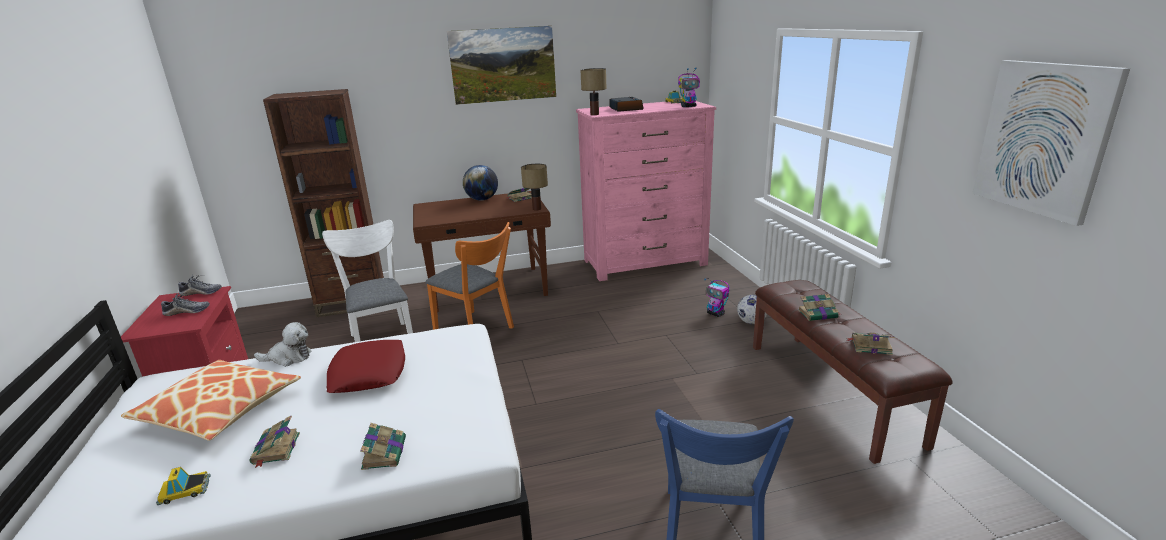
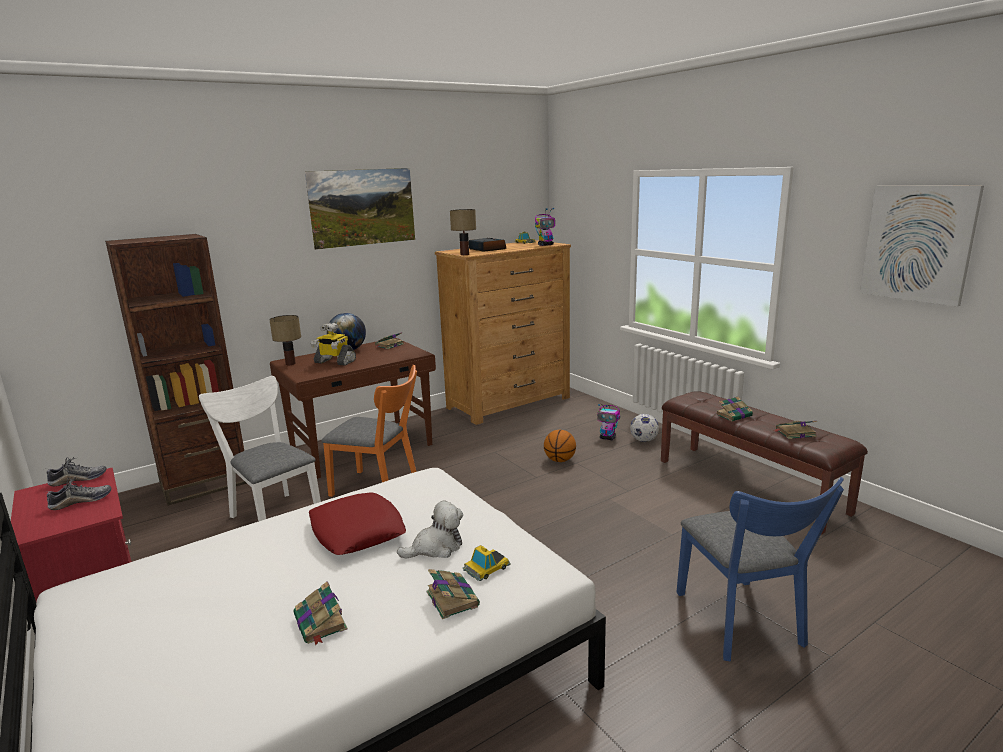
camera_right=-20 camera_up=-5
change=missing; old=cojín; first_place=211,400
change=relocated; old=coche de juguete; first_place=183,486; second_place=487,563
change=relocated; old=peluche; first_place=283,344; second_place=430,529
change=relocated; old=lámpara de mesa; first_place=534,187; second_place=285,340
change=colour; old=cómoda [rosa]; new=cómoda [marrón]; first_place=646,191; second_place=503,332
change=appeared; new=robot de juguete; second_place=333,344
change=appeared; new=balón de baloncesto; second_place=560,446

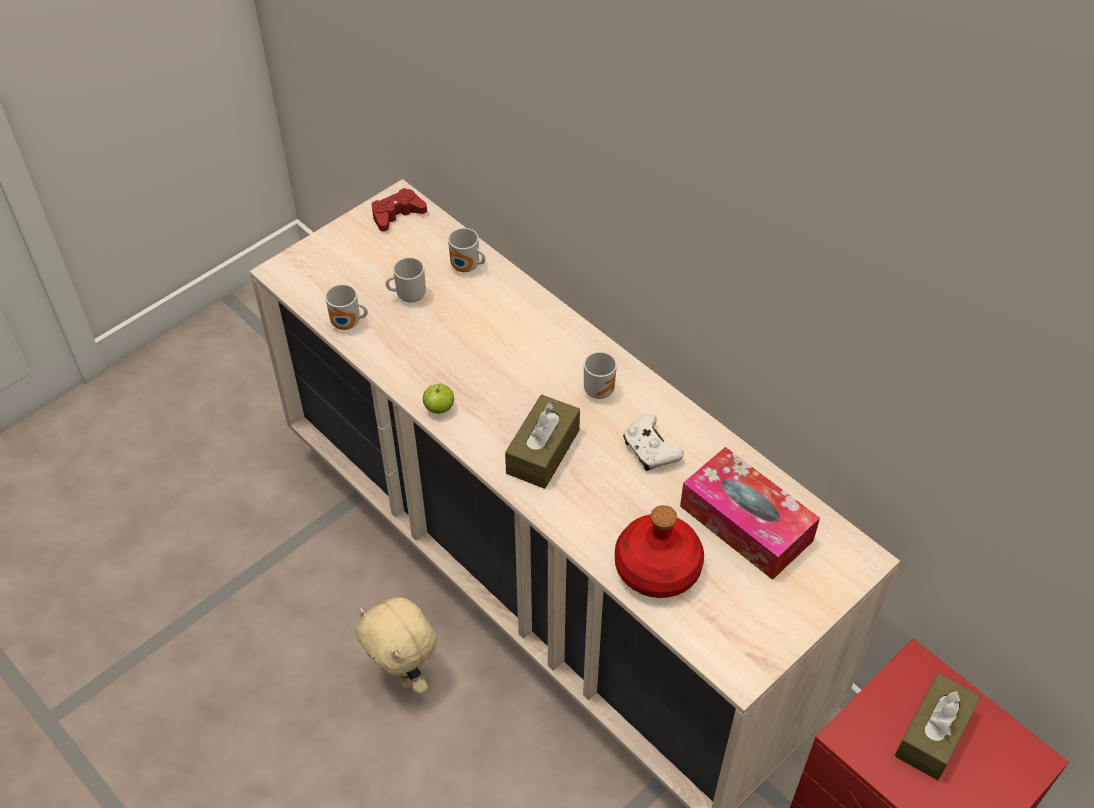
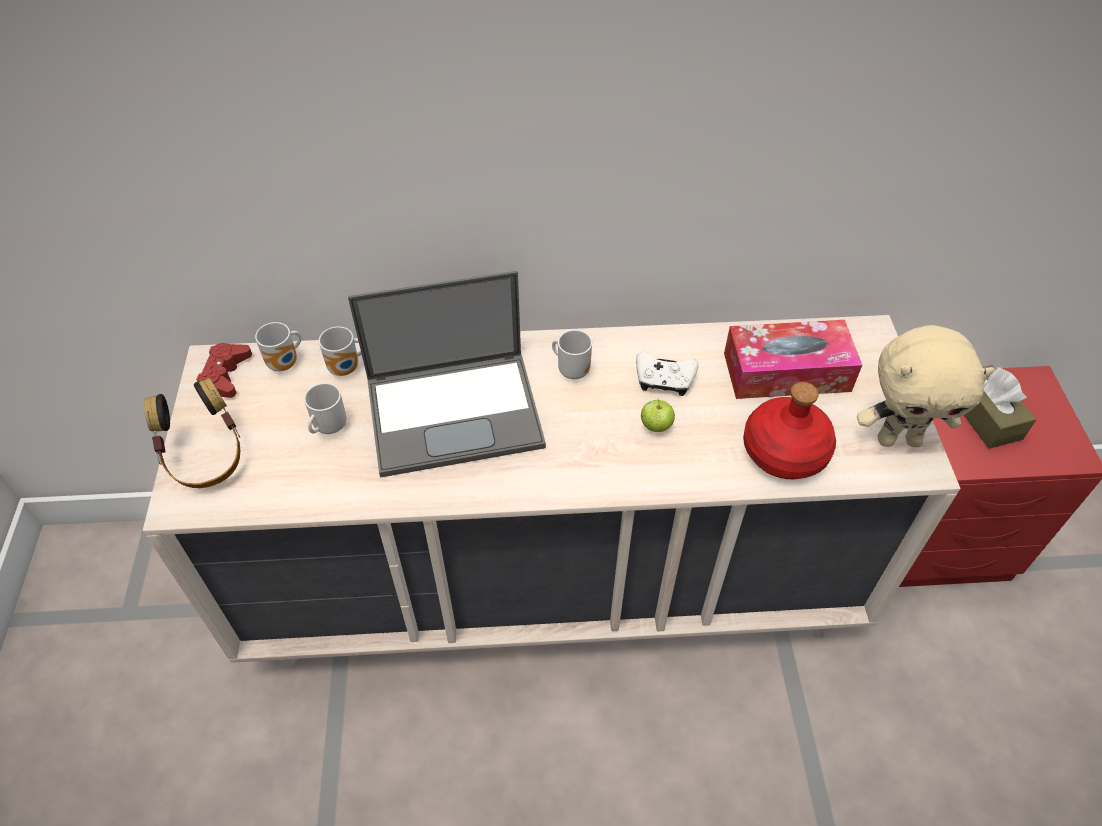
camera_right=-50 camera_up=0
change=relocated; old=taza grande; first_place=346,307; second_place=278,346
change=relocated; old=peluche [beis]; first_place=396,645; second_place=926,386
change=relocated; old=manzana; first_place=438,399; second_place=658,415
change=missing; old=caja de pañuelos [marrón]; first_place=542,442
change=appeared; new=auriculares; second_place=192,433
change=appeared; new=portátil; second_place=447,374

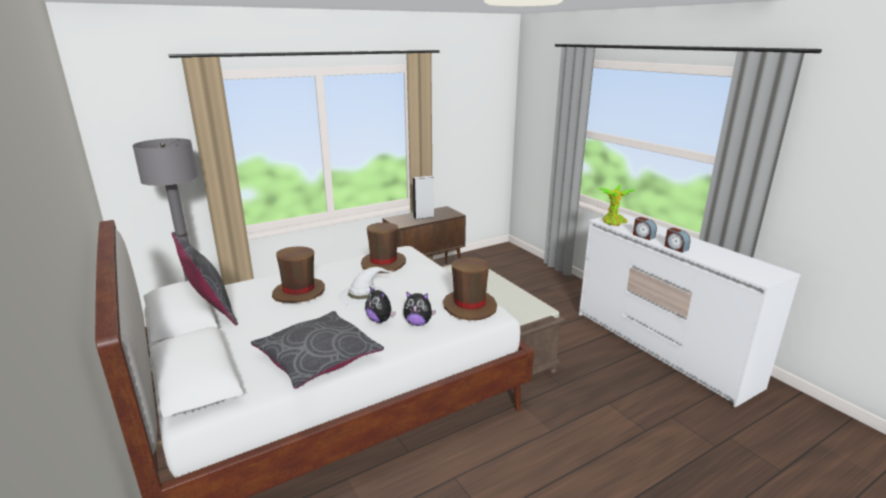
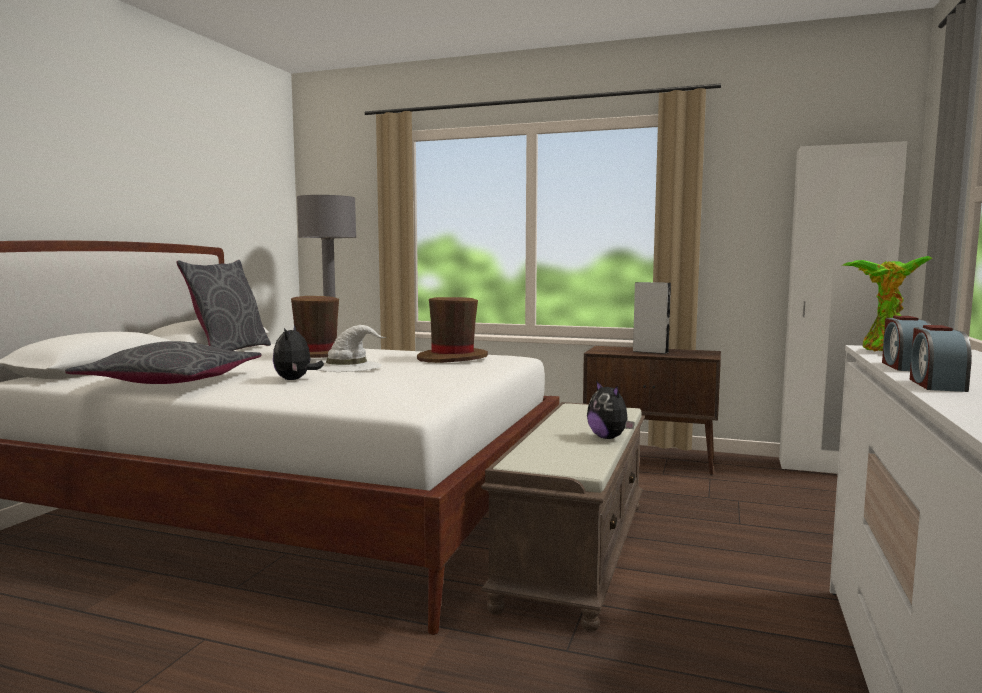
camera_right=50 camera_up=-15
change=relocated; old=peluche; first_place=419,308; second_place=611,409
change=missing; old=sombrero [marrón]; first_place=470,288
change=appeared; new=armario ropero [blanco]; second_place=843,307

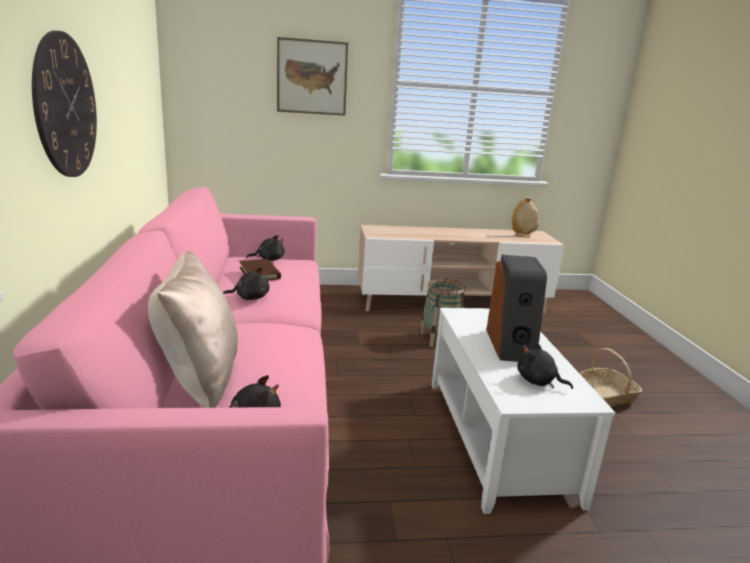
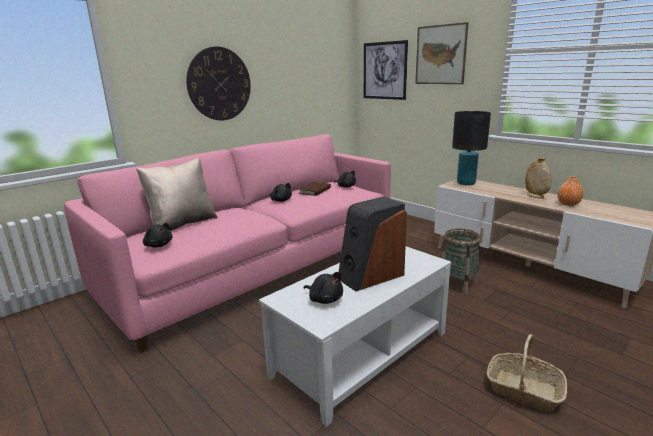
camera_right=55 camera_up=0
change=relocated; old=florero [beis]; first_place=525,217; second_place=538,177
change=spun; old=peluche [negro]; first_place=545,365; second_place=323,288; degrees=135
change=appeared; new=cuadro; second_place=386,70
change=appeared; new=lámpara de mesa [negro]; second_place=471,148
change=appeared; new=florero [naranja]; second_place=570,191

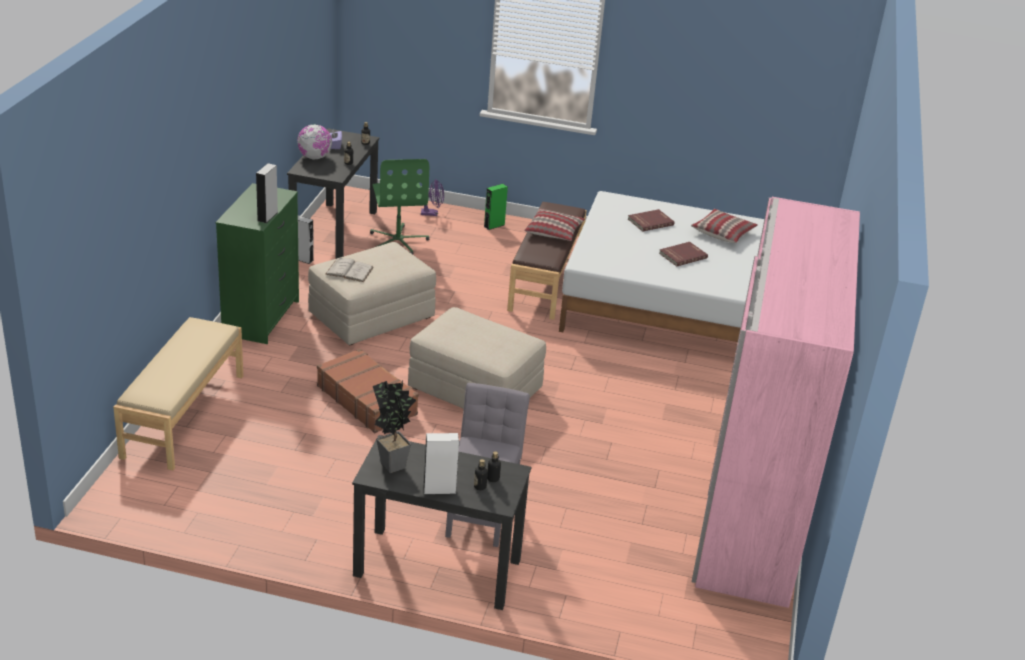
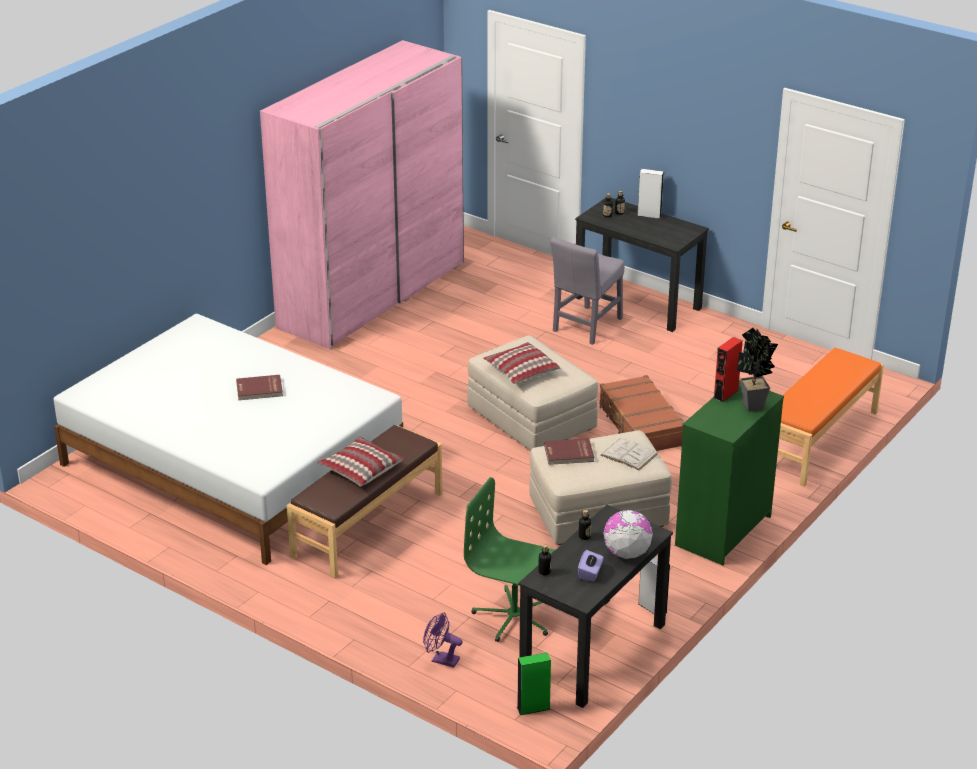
camera_right=-155 camera_up=0
change=colour; old=banco [beis]; new=banco [naranja]; first_place=178,393; second_place=831,417
change=colour; old=altavoz [gris]; new=altavoz [rojo]; first_place=267,193; second_place=728,369
change=spun; old=silla de oficina [verde]; first_place=399,206; second_place=509,559; degrees=-75
change=relocated; old=planta en maceta; first_place=394,426; second_place=757,370
change=relocated; old=altavoz [verde]; first_place=496,207; second_place=534,684
change=relocated; old=libro [rojo]; first_place=651,220; second_place=569,451
change=relocated; old=cojín; first_place=724,226; second_place=521,363

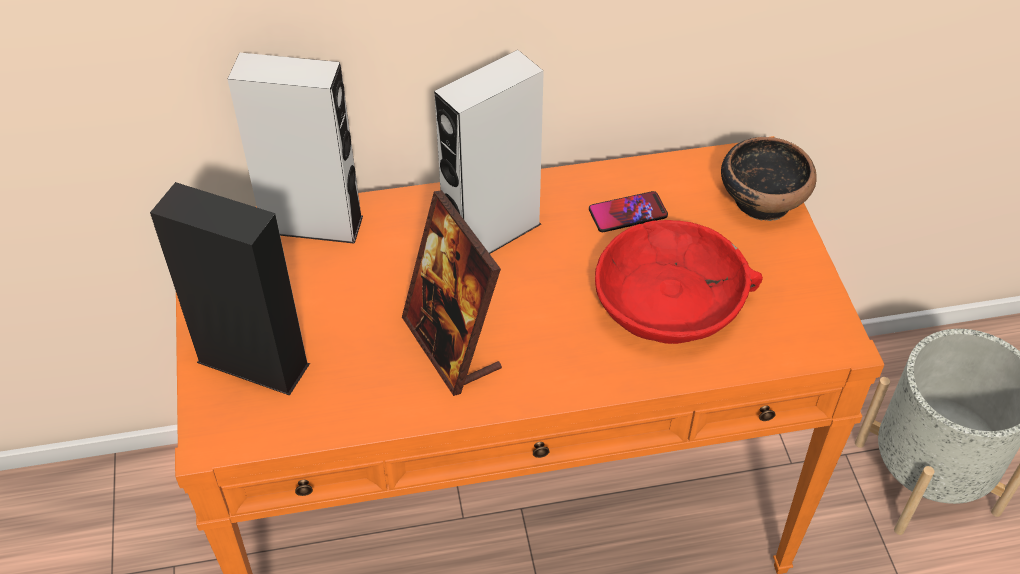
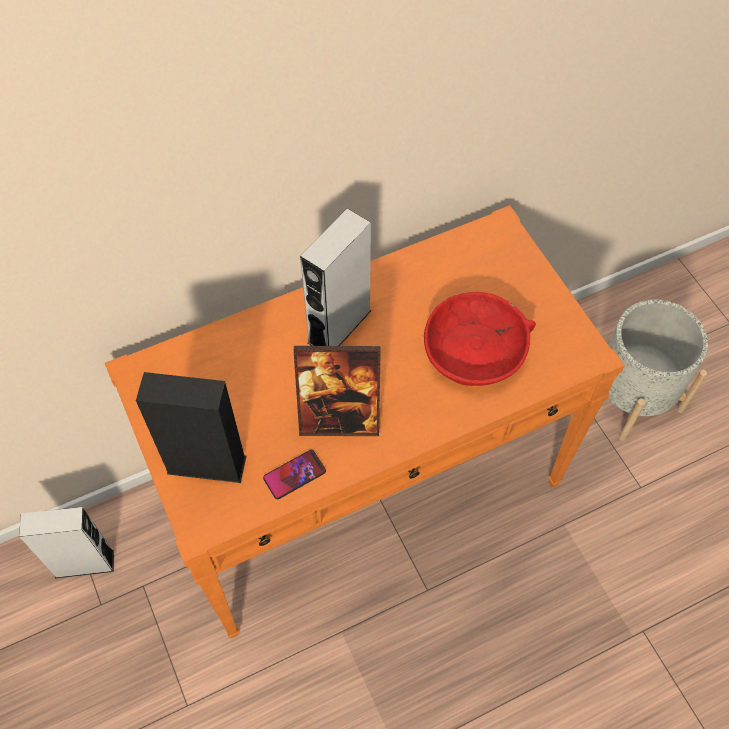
camera_right=-15 camera_up=10
change=relocated; old=altavoz [gris]; first_place=295,148; second_place=66,542
change=spun; old=portarretratos; first_place=452,293; second_place=337,391; degrees=-45
change=relocated; old=móvil; first_place=628,211; second_place=294,474
change=missing; old=cuenco; first_place=769,179

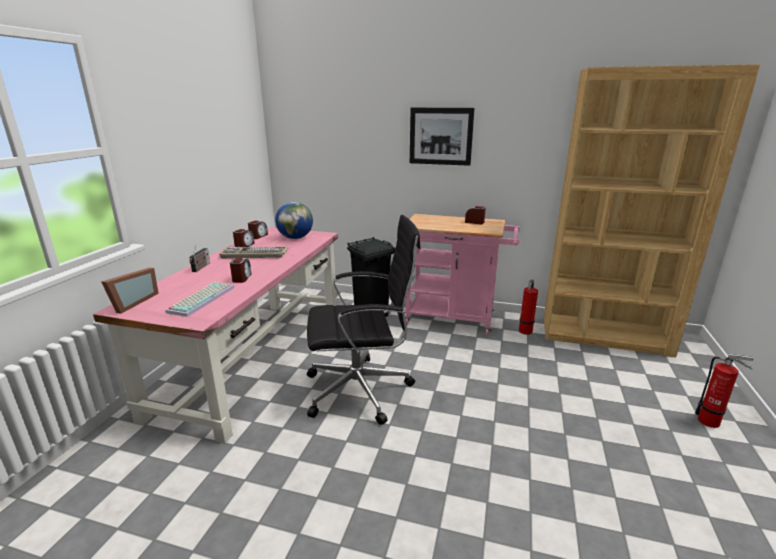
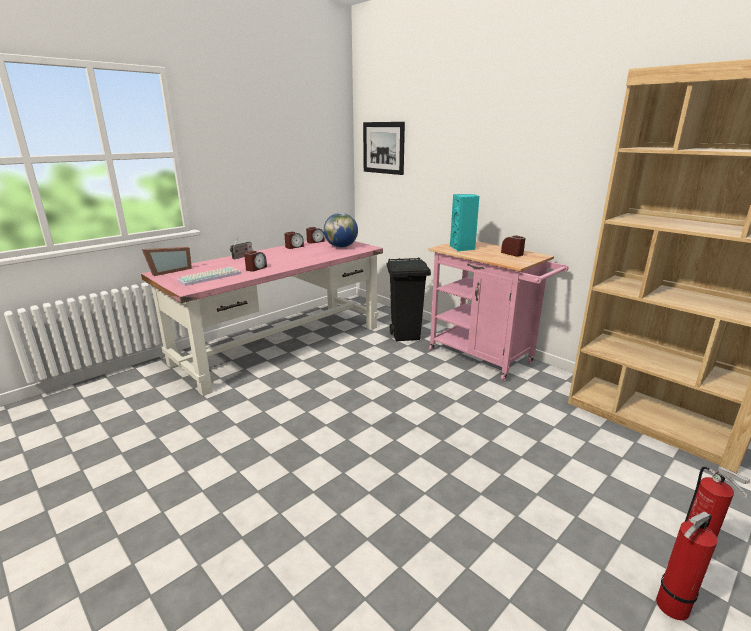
camera_right=30 camera_up=0
change=missing; old=teclado; first_place=253,252
change=missing; old=silla de oficina [negro]; first_place=363,320
change=relocated; old=cuadro; first_place=442,137; second_place=384,148
change=relocated; old=extintor; first_place=528,307; second_place=687,565
change=appeared; new=altavoz [turquesa]; second_place=465,223

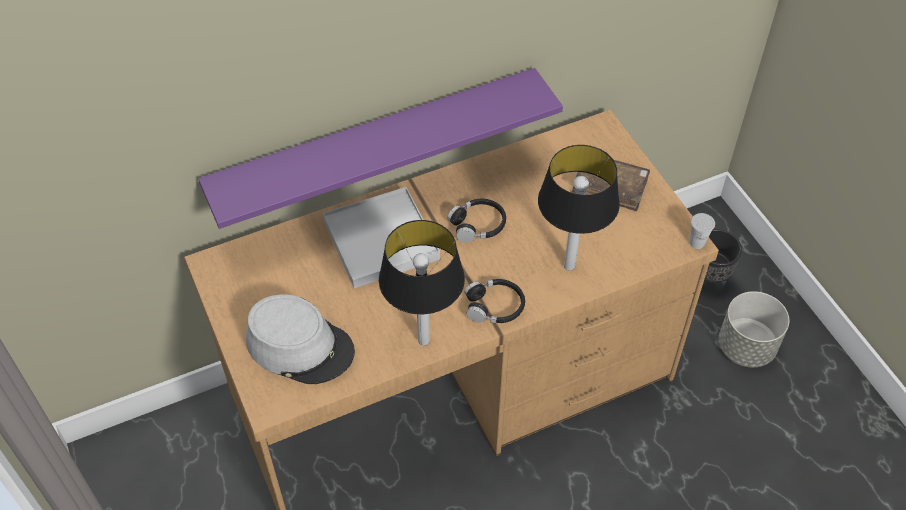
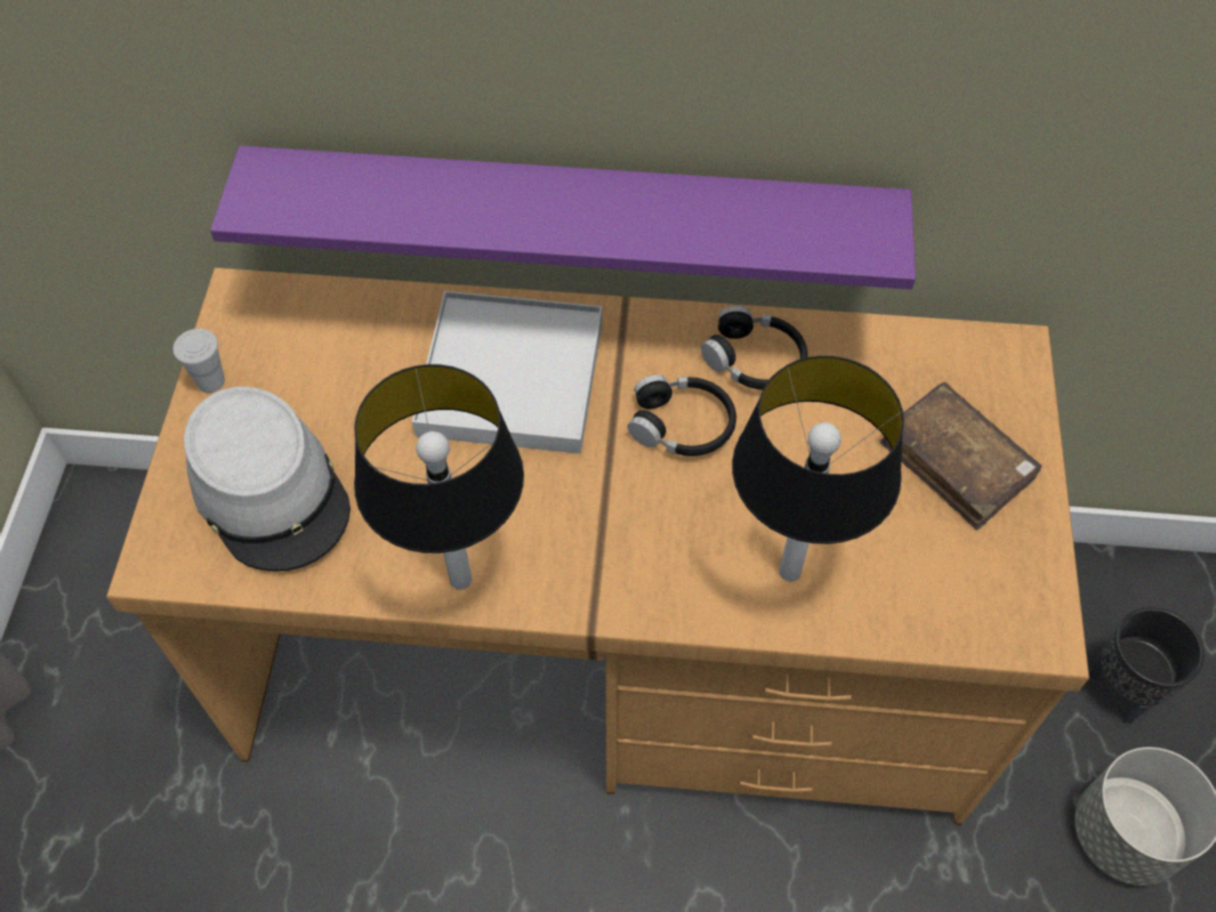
camera_right=30 camera_up=5
change=relocated; old=auriculares [negro]; first_place=494,301; second_place=754,348
change=relocated; old=taza [blanco]; first_place=702,231; second_place=199,361

